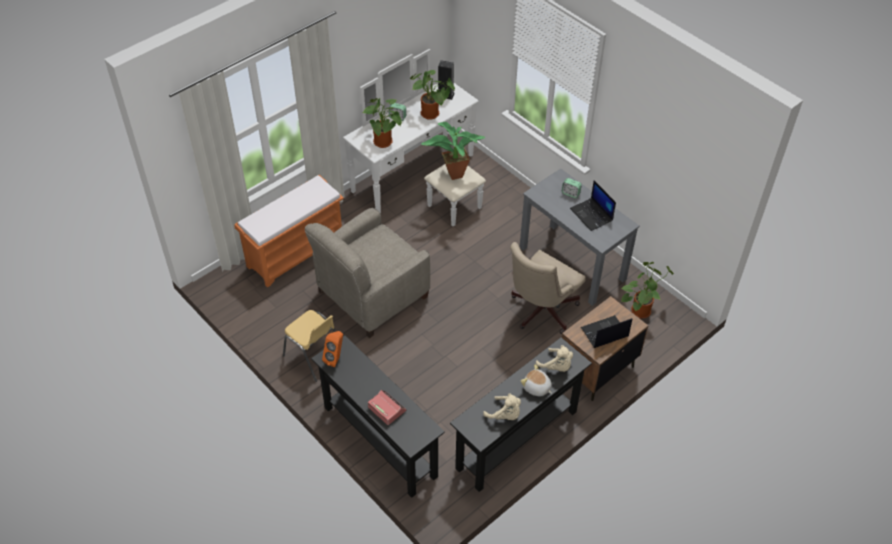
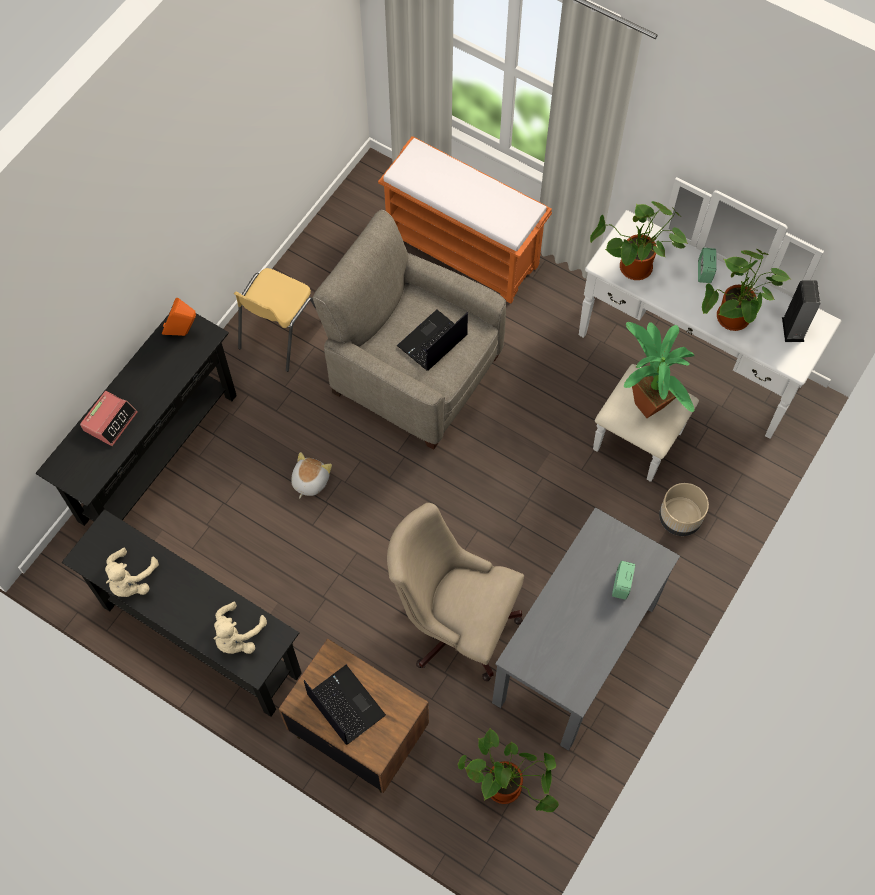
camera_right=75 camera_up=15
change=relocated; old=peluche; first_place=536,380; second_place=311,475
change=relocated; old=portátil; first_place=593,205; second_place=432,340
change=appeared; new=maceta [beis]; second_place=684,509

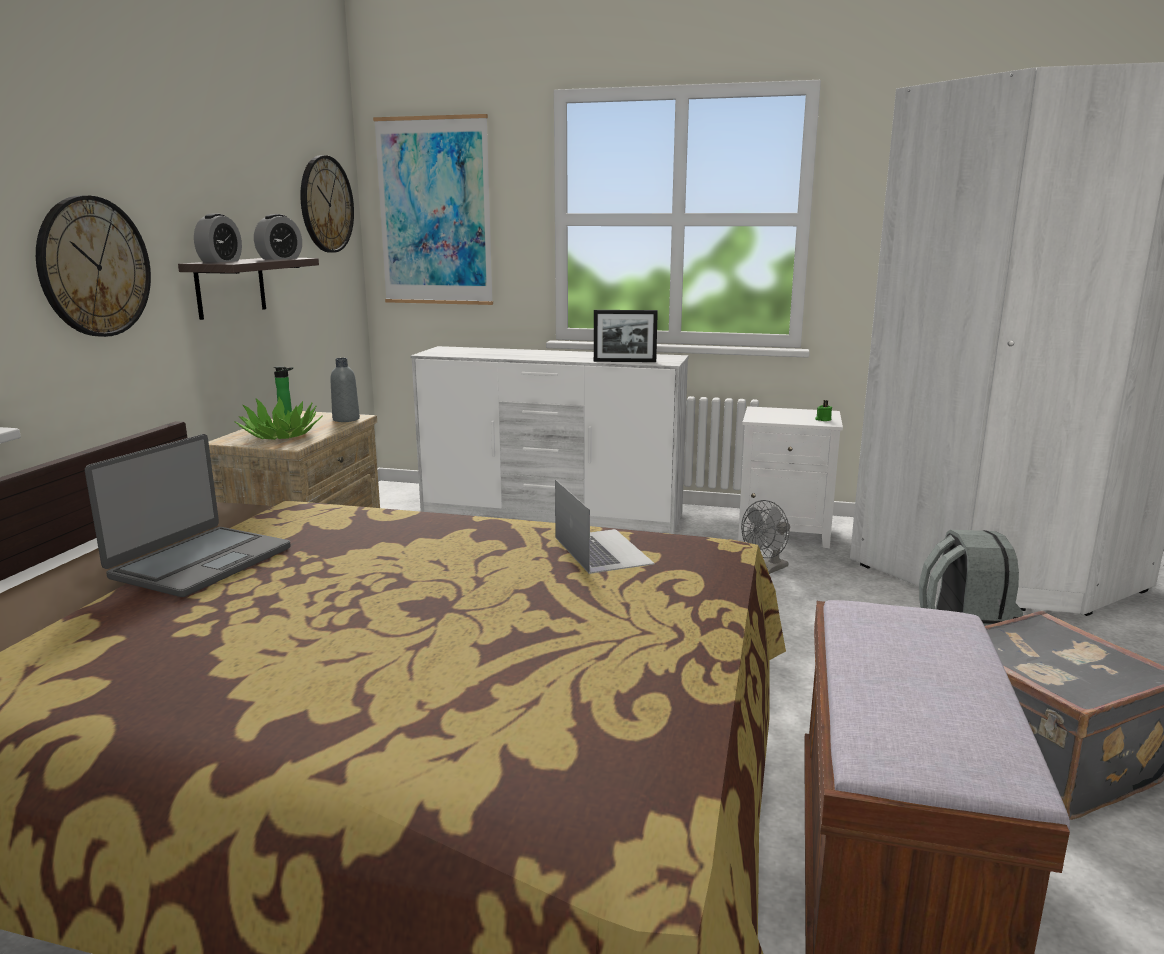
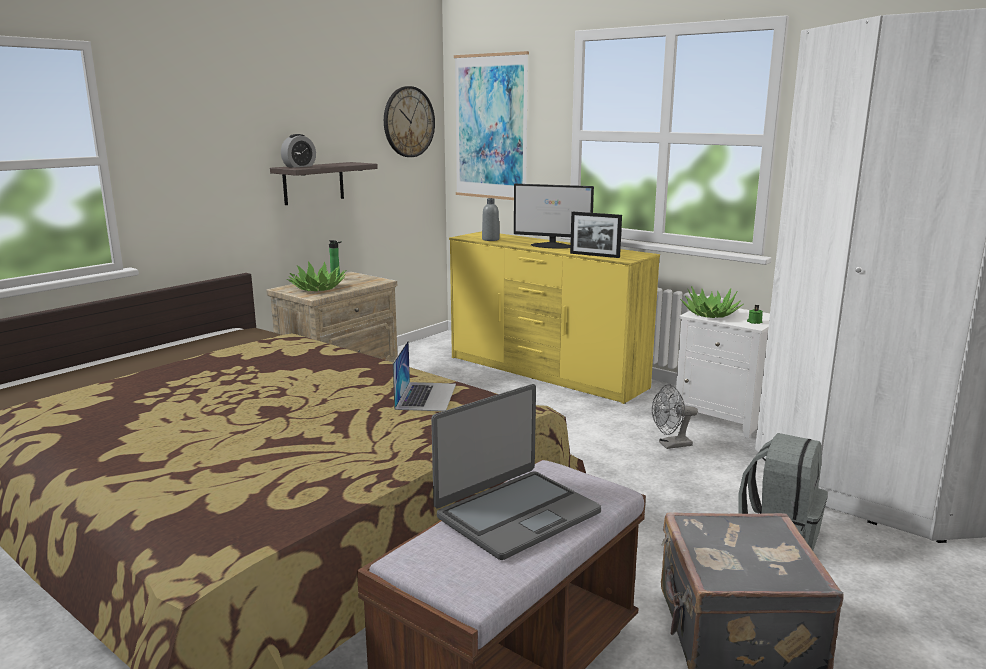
camera_right=25 camera_up=0
change=missing; old=reloj de pared; first_place=93,266
change=relocated; old=portátil; first_place=188,515; second_place=516,472
change=missing; old=despertador; first_place=278,237
change=relocated; old=botella [gris]; first_place=345,390; second_place=490,219
change=colour; old=cómoda [blanco]; new=cómoda [amarillo]; first_place=550,440; second_place=554,317
change=appeared; new=monitor; second_place=554,216
change=appeared; new=planta en maceta; second_place=711,302

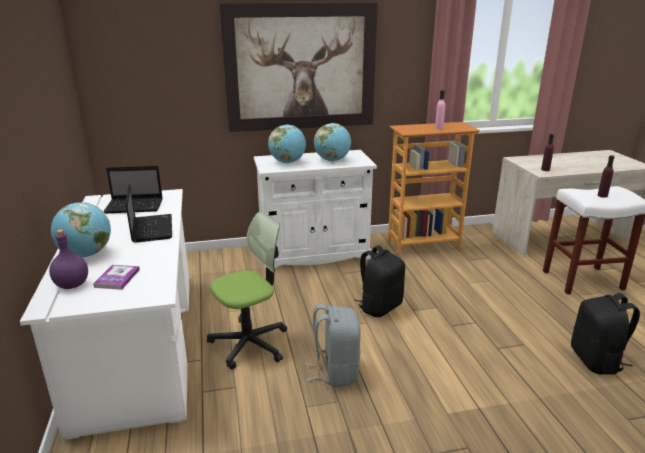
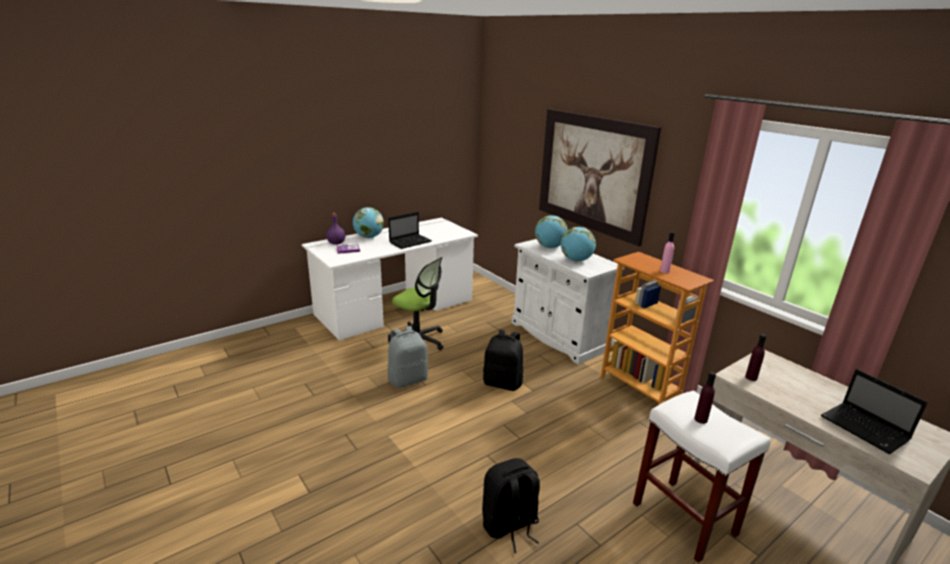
camera_right=65 camera_up=0
change=relocated; old=portátil; first_place=133,190; second_place=874,411

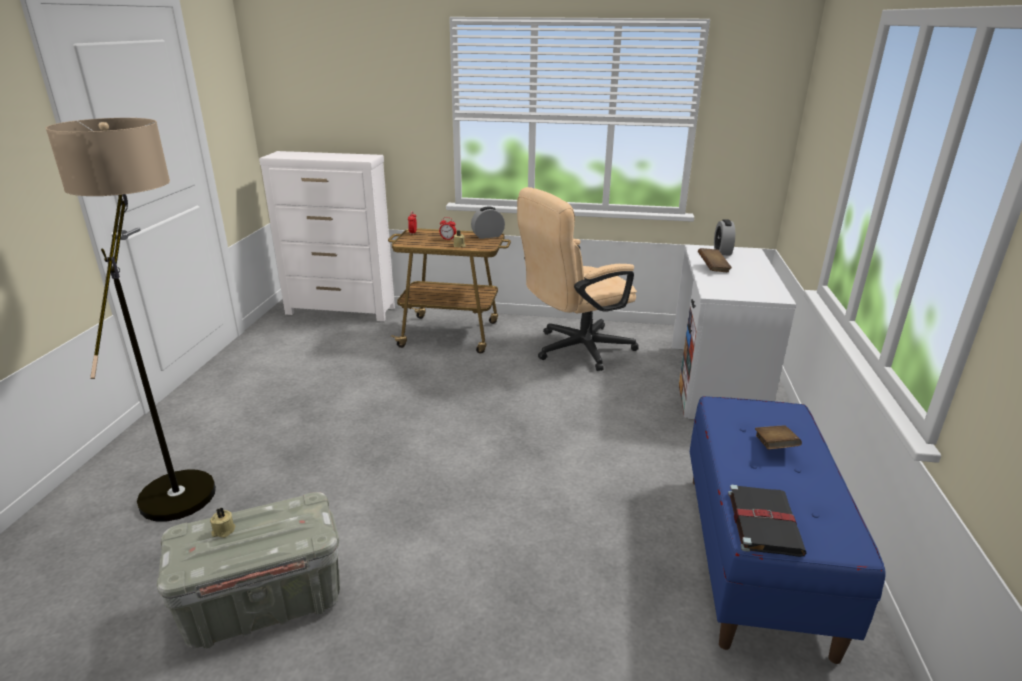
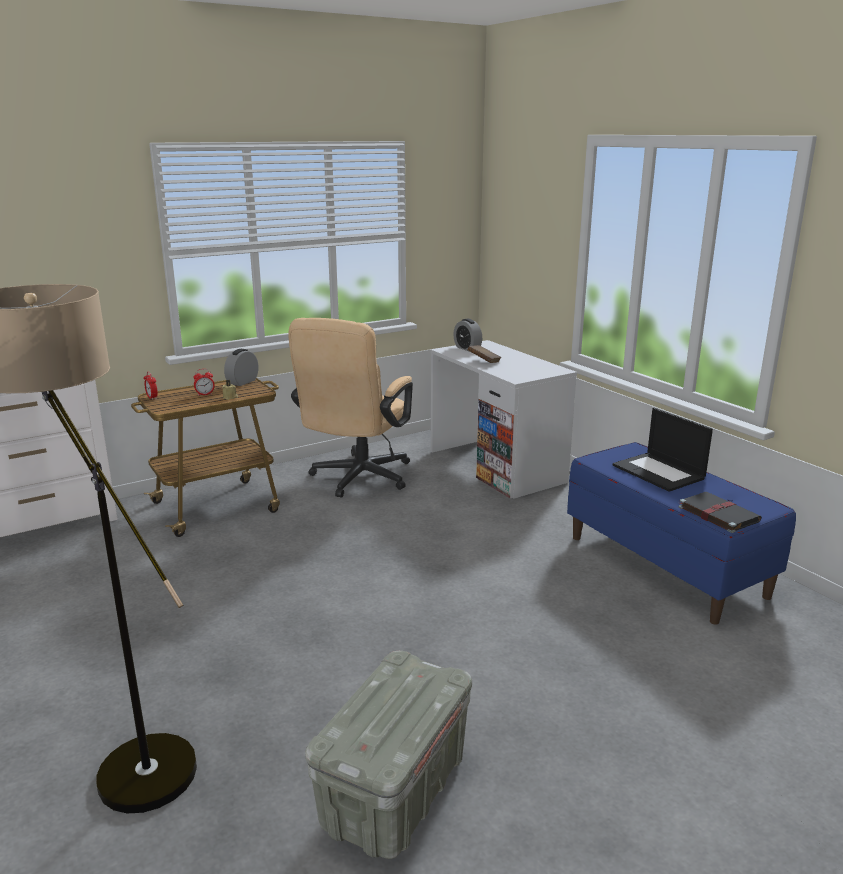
camera_right=-40 camera_up=-5
change=missing; old=vela [beis]; first_place=222,523
change=exchanged; old=libro [marrón]; new=portátil; first_place=778,437; second_place=663,450

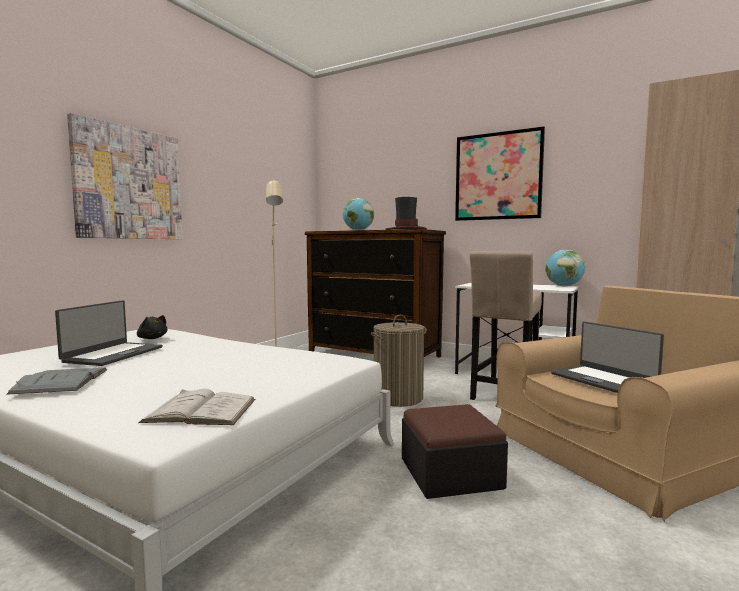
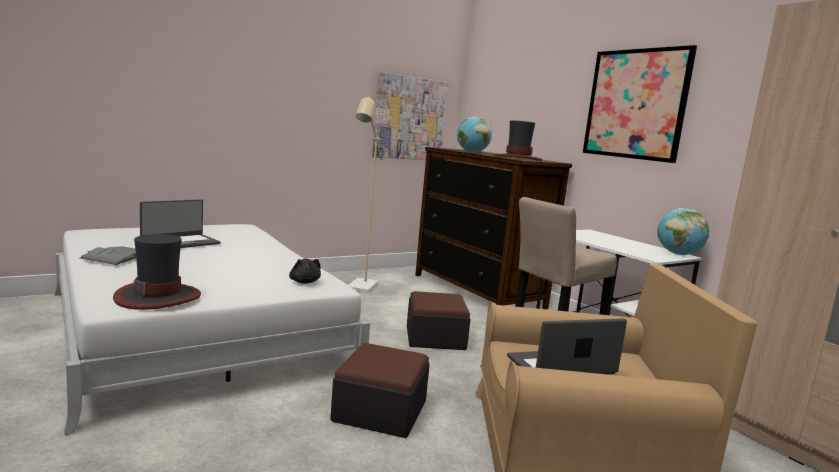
camera_right=25 camera_up=5
change=relocated; old=cuadro; first_place=125,176; second_place=410,116
change=relocated; old=peluche [negro]; first_place=152,327; second_place=305,271
change=exchanged; old=libro [blanco]; new=sombrero; first_place=196,407; second_place=157,272
change=exchanged; old=cesto de la ropa; new=puf; first_place=399,361; second_place=438,320
change=spun; old=portátil; first_place=607,357; second_place=567,346; degrees=75

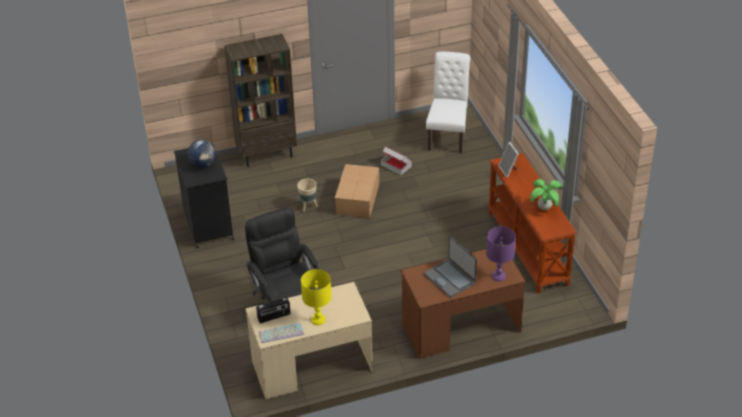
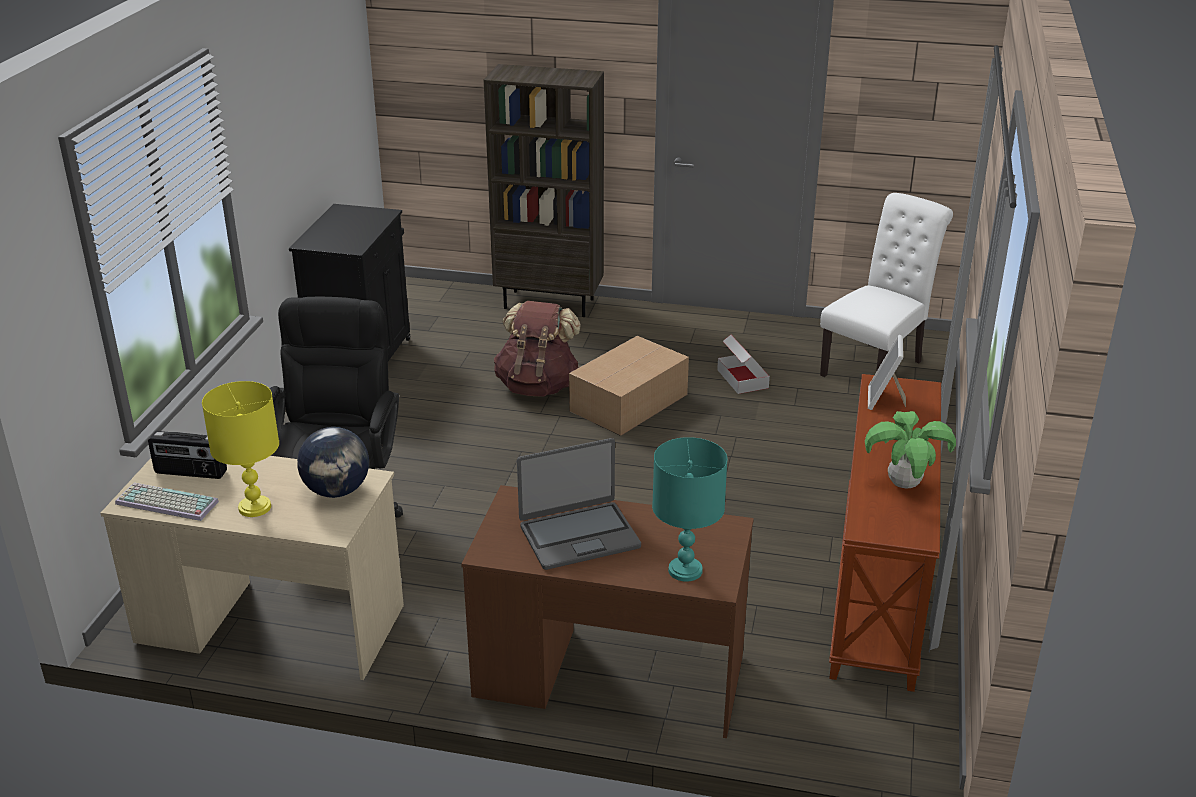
camera_right=30 camera_up=-10
change=relocated; old=globo terráqueo; first_place=201,154; second_place=333,462
change=exchanged; old=maceta [beis]; new=mochila [marrón]; first_place=307,195; second_place=537,349
change=spun; old=portátil; first_place=450,266; second_place=579,504; degrees=-105
change=colour; old=lámpara de mesa [morado]; new=lámpara de mesa [turquesa]; first_place=501,253; second_place=689,509

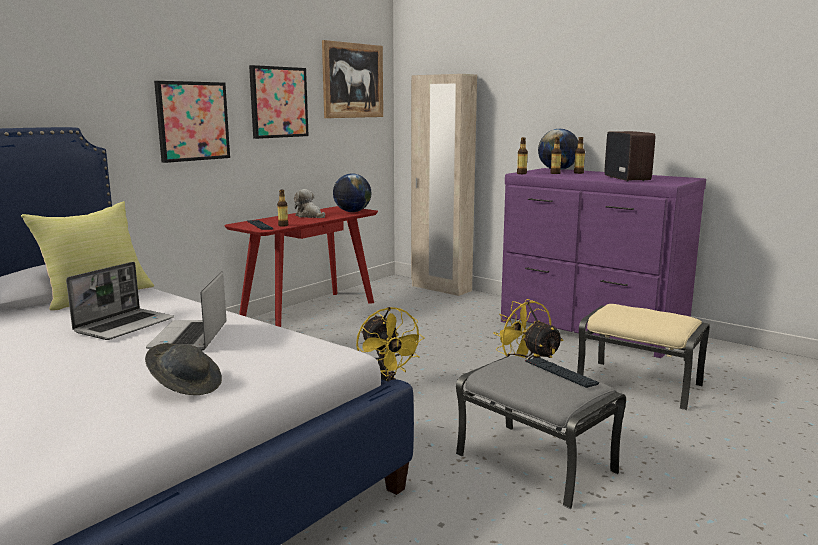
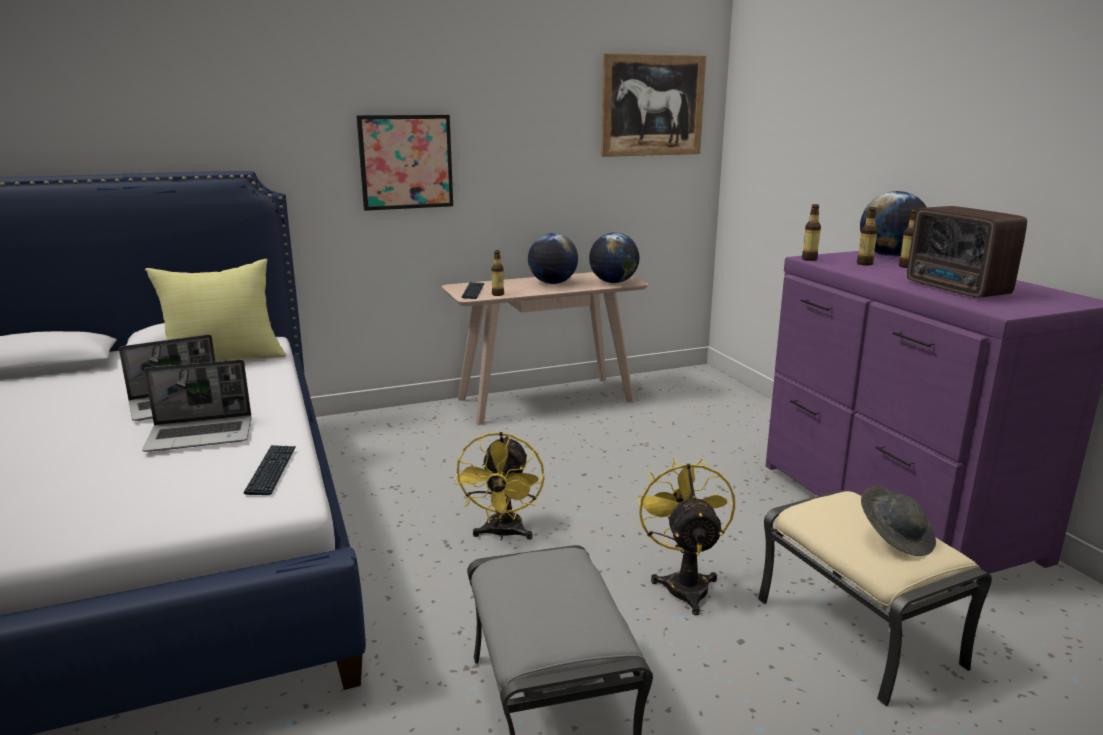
camera_right=30 camera_up=5
change=relocated; old=sombrero [gris]; first_place=183,369; second_place=898,521
change=spun; old=portátil; first_place=186,311; second_place=197,405; degrees=-135
change=colour; old=mesa consola [rojo]; new=mesa consola [beis]; first_place=301,266; second_place=545,348
change=missing; old=cuadro; first_place=279,102
change=exchanged; old=peluche; new=globo terráqueo; first_place=309,203; second_place=553,258
change=missing; old=armario ropero [beis]; first_place=444,185
change=relocated; old=teclado; first_place=562,372; second_place=270,470
change=spun; old=radio; first_place=629,156; second_place=967,252; degrees=135

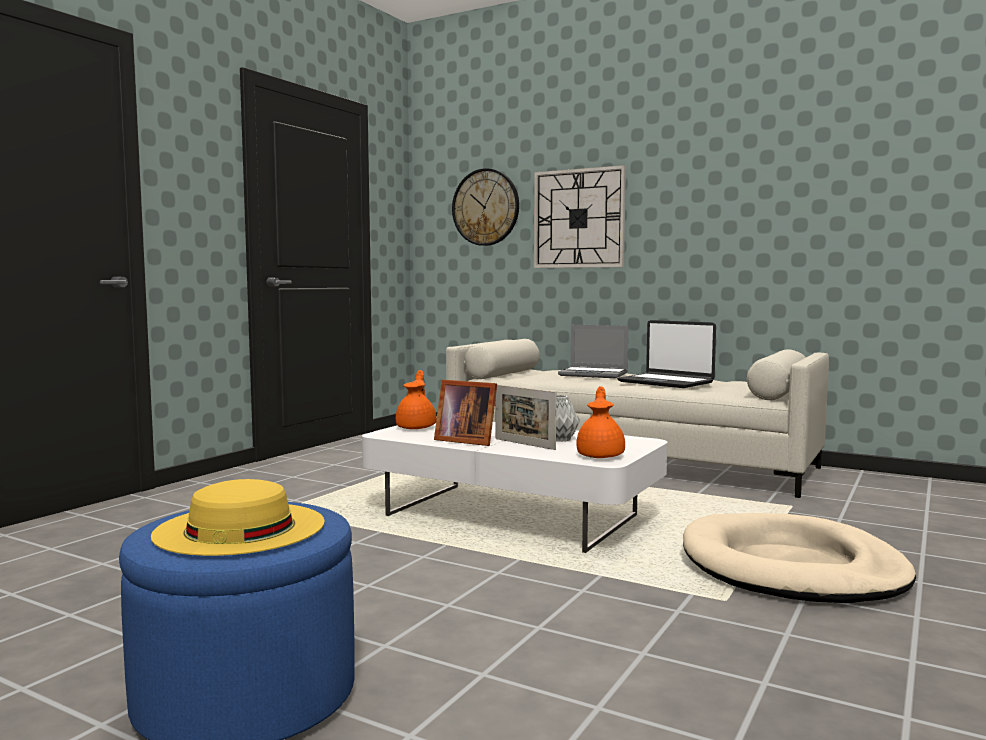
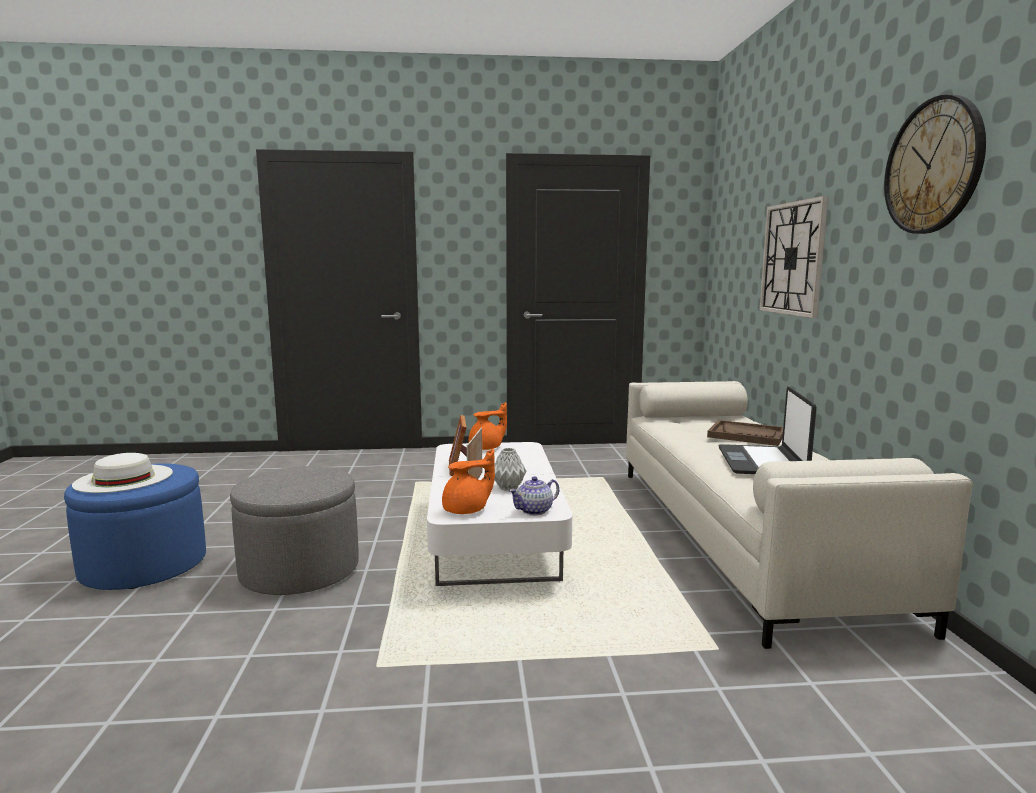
camera_right=55 camera_up=5
change=colour; old=sombrero [amarillo]; new=sombrero [blanco]; first_place=238,517; second_place=122,473
change=relocated; old=reloj de pared; first_place=485,207; second_place=935,164
change=exchanged; old=portátil; new=bandeja [marrón]; first_place=593,351; second_place=745,433
change=missing; old=cama para perro [beis]; first_place=799,558
change=appeared; new=puf [gris]; second_place=294,530
change=appeared; new=tetera; second_place=534,495

